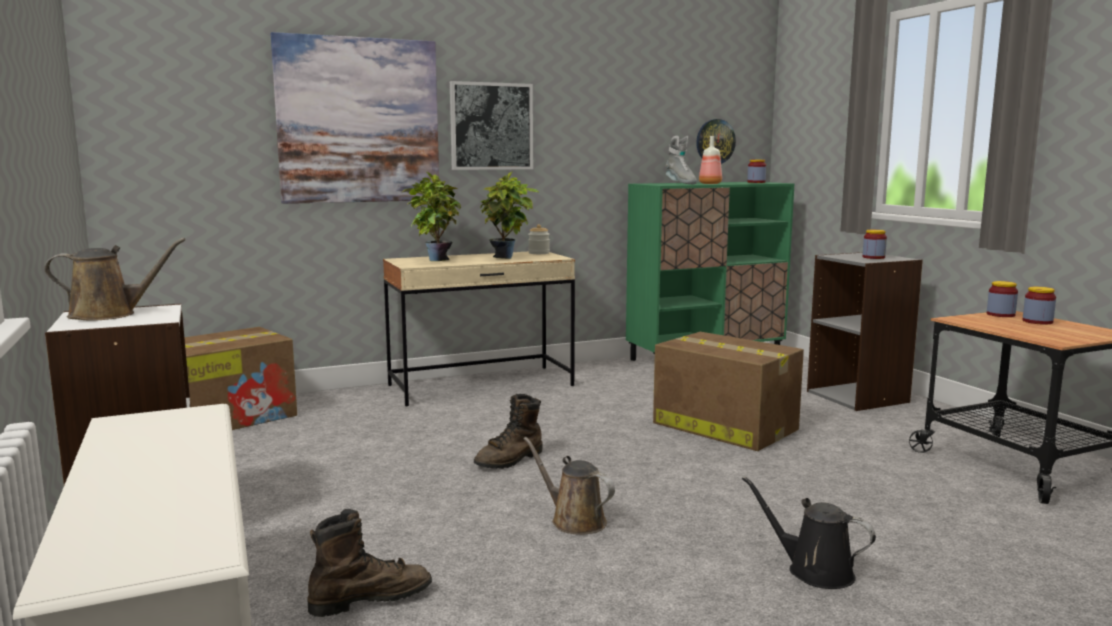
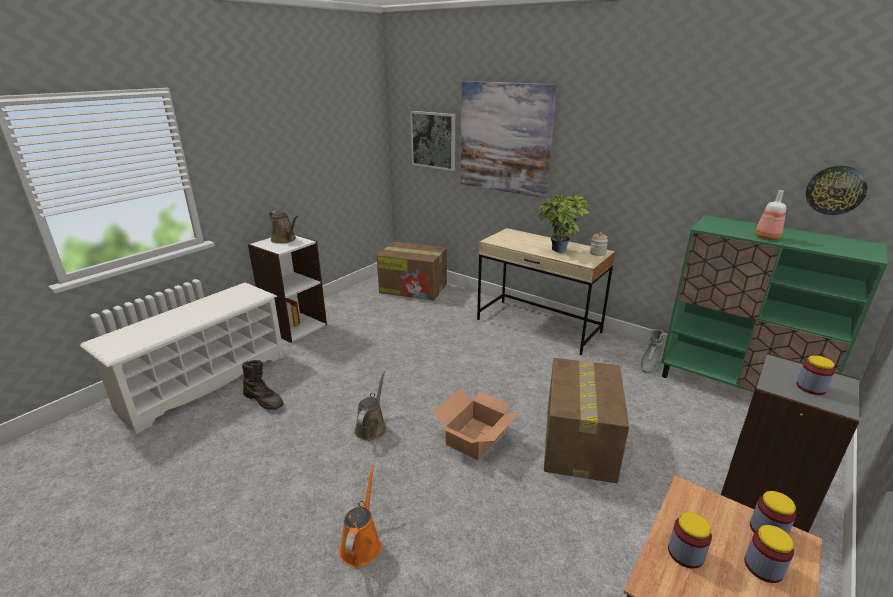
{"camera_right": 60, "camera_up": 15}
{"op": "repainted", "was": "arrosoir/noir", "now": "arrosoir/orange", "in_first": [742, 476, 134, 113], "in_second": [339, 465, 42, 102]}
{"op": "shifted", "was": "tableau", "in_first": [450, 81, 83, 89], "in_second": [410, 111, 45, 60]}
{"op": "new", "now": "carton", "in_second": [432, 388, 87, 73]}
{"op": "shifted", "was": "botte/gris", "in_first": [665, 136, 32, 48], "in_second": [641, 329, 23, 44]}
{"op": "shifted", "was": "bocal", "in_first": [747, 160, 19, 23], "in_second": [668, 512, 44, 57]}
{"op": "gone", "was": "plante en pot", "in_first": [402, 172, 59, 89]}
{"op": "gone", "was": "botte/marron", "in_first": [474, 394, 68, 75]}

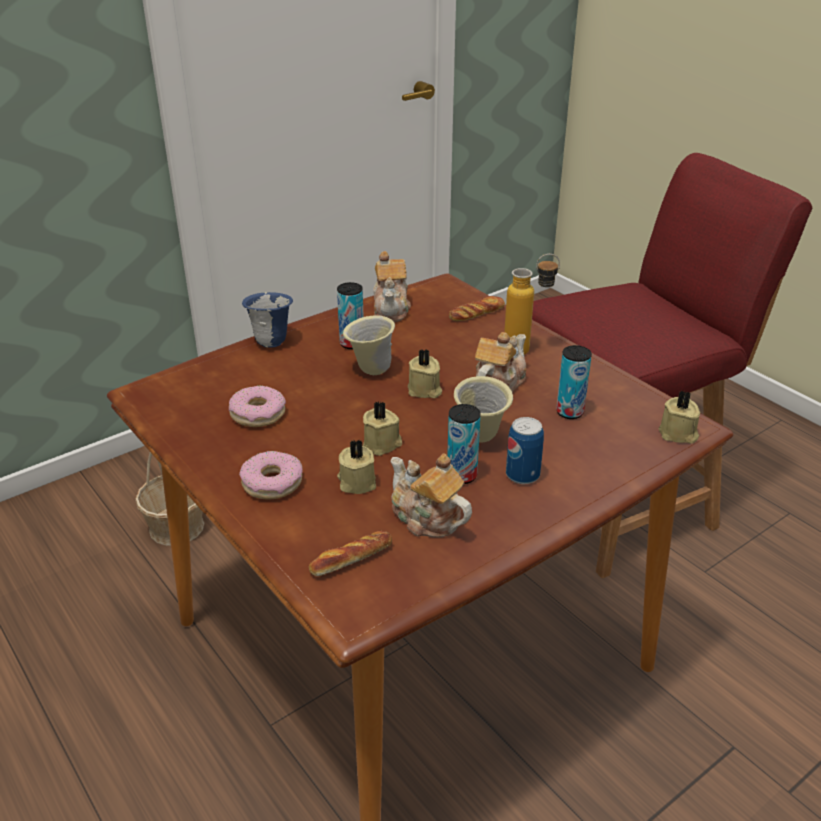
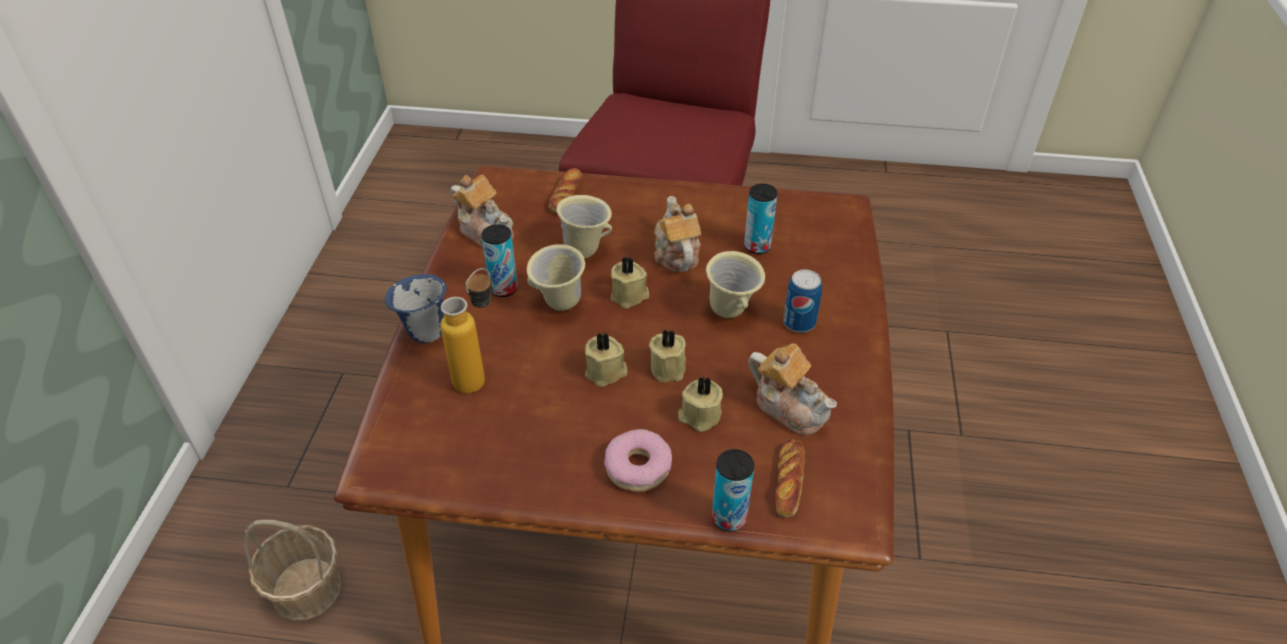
{"camera_right": -45, "camera_up": 10}
{"op": "shifted", "was": "bouteille", "in_first": [504, 254, 56, 101], "in_second": [440, 268, 52, 126]}
{"op": "new", "now": "mug/beige", "in_second": [556, 195, 56, 63]}
{"op": "shifted", "was": "bougie/beige", "in_first": [659, 391, 41, 53], "in_second": [585, 332, 42, 55]}
{"op": "shifted", "was": "boîte métallique", "in_first": [447, 404, 34, 80], "in_second": [712, 449, 42, 83]}
{"op": "rotated", "was": "théière", "in_first": [390, 453, 82, 85], "in_second": [748, 343, 89, 92], "clockwise": -135}
{"op": "gone", "was": "beignet", "in_first": [229, 386, 57, 41]}

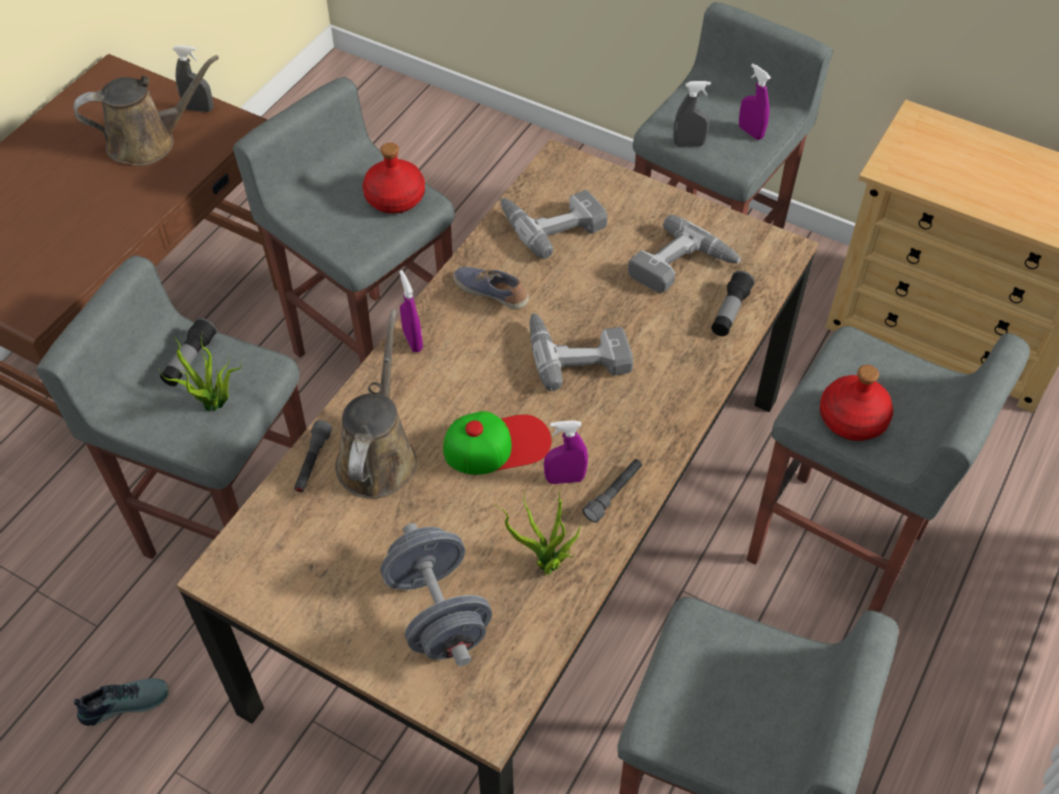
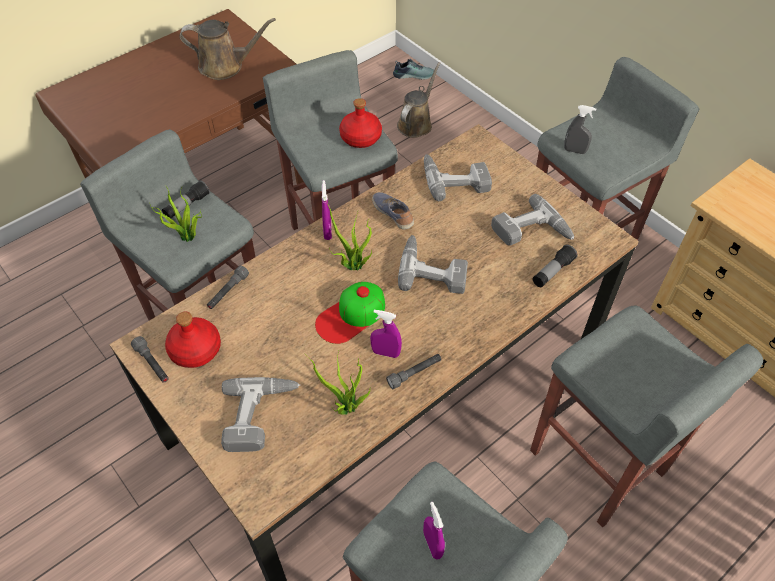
{"camera_right": 20, "camera_up": 0}
{"op": "new", "now": "lampe de poche/gris", "in_second": [131, 336, 38, 47]}
{"op": "shifted", "was": "bouteille/rouge", "in_first": [820, 365, 73, 76], "in_second": [165, 312, 56, 56]}
{"op": "swapped", "was": "haltère/gris", "now": "perceuse", "in_first": [380, 523, 112, 143], "in_second": [221, 377, 79, 75]}
{"op": "rotated", "was": "casquette", "in_first": [443, 411, 109, 64], "in_second": [315, 282, 70, 62], "clockwise": 135}
{"op": "new", "now": "plante en pot", "in_second": [327, 203, 45, 68]}
{"op": "shifted", "was": "chaussure", "in_first": [74, 678, 95, 48], "in_second": [393, 59, 41, 21]}
{"op": "shifted", "was": "arrosoir/marron", "in_first": [335, 310, 82, 189], "in_second": [397, 62, 43, 76]}
{"op": "shifted", "was": "vaporisateur/violet", "in_first": [739, 64, 32, 76], "in_second": [423, 502, 22, 57]}
{"op": "gone", "was": "vaporisateur/gris", "in_first": [173, 45, 40, 67]}

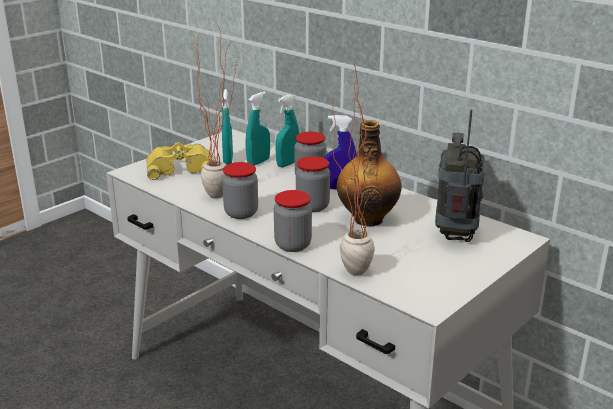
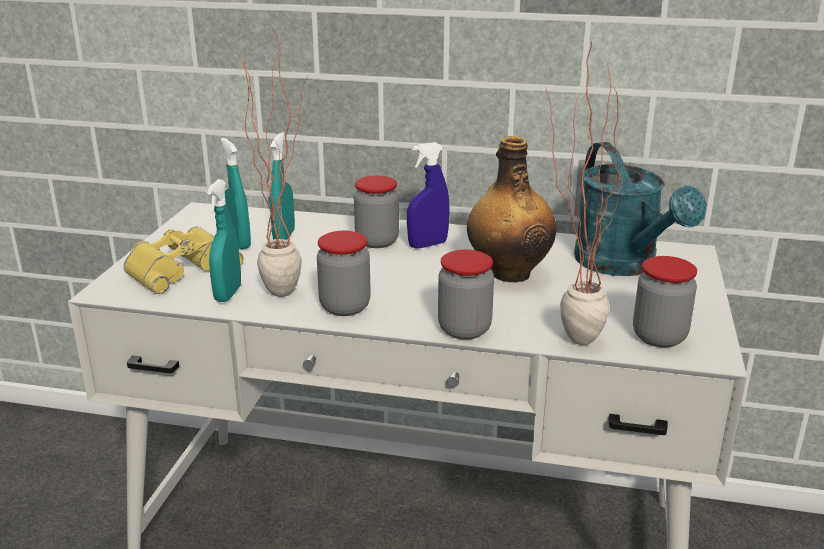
{"camera_right": -30, "camera_up": 0}
{"op": "shifted", "was": "vaporisateur/turquoise", "in_first": [276, 94, 23, 74], "in_second": [207, 179, 34, 123]}
{"op": "swapped", "was": "radio", "now": "arrosoir/turquoise", "in_first": [435, 110, 50, 132], "in_second": [574, 142, 133, 134]}
{"op": "shifted", "was": "bocal", "in_first": [296, 156, 34, 56], "in_second": [633, 256, 64, 91]}

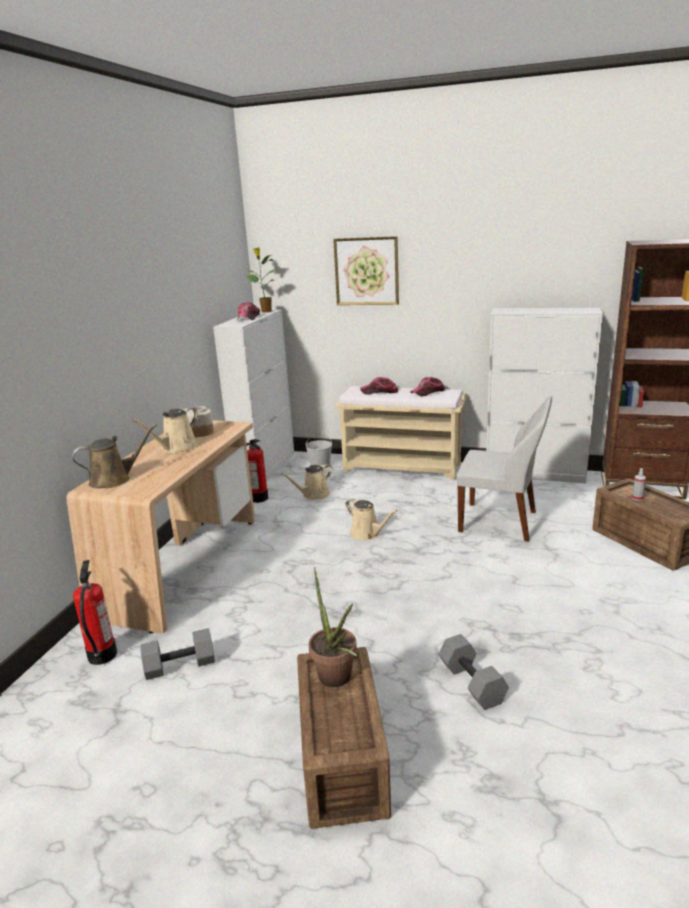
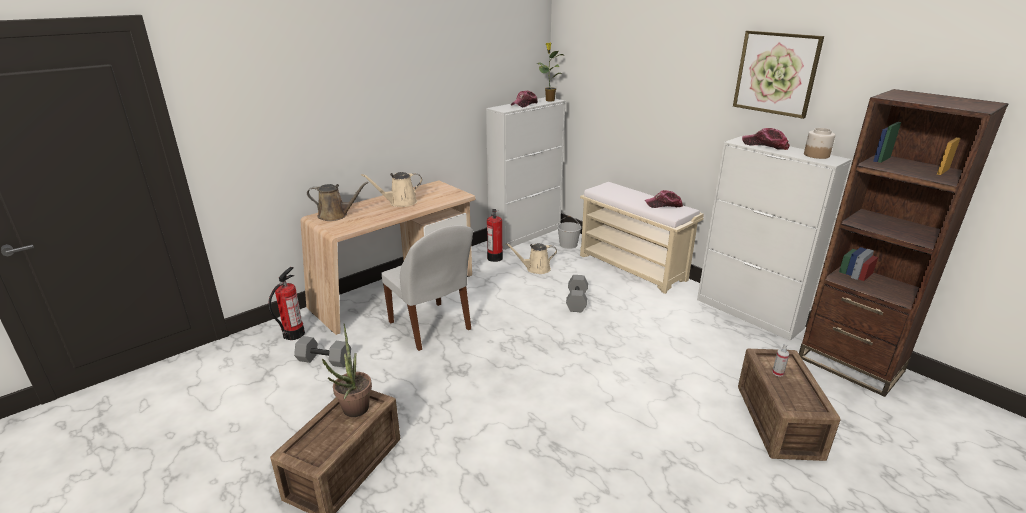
{"camera_right": 30, "camera_up": 5}
{"op": "shifted", "was": "chaise/blanc", "in_first": [457, 396, 95, 146], "in_second": [381, 225, 92, 126]}
{"op": "shifted", "was": "haltère/gris", "in_first": [438, 634, 71, 76], "in_second": [566, 275, 22, 37]}
{"op": "shifted", "was": "tableau", "in_first": [333, 236, 66, 69], "in_second": [733, 30, 91, 89]}
{"op": "shifted", "was": "casquette", "in_first": [360, 377, 38, 17], "in_second": [742, 128, 48, 22]}
{"op": "shifted", "was": "bocal", "in_first": [187, 406, 27, 31], "in_second": [804, 128, 31, 31]}
{"op": "gone", "was": "arrosoir/beige", "in_first": [346, 499, 52, 42]}

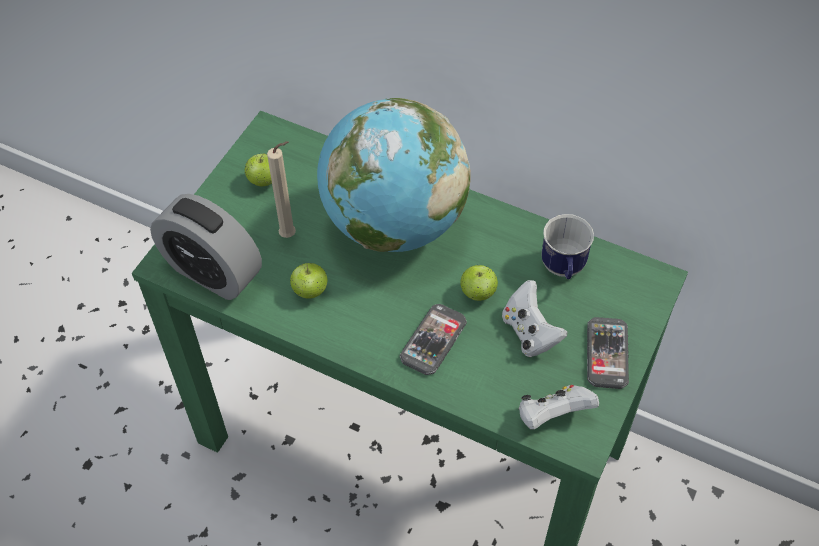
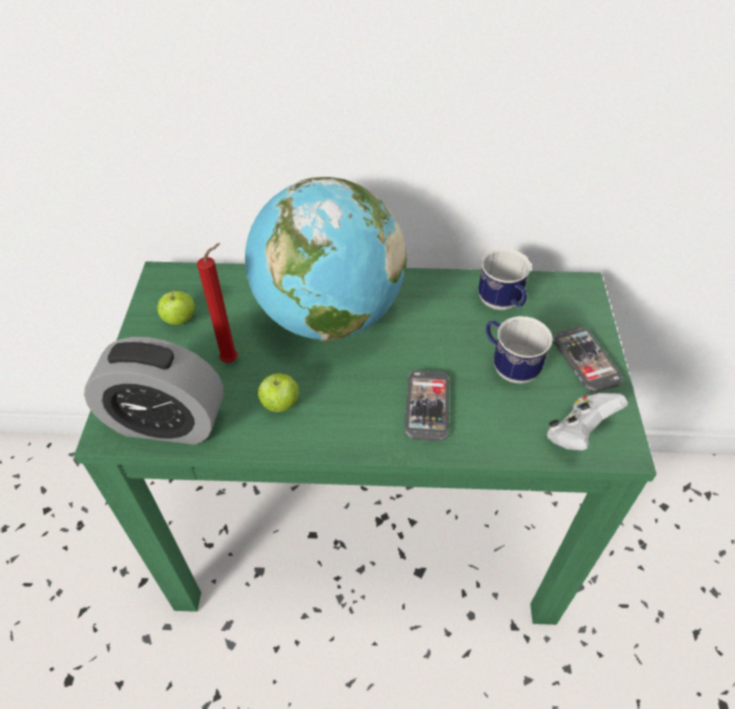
{"camera_right": -25, "camera_up": -5}
{"op": "repainted", "was": "bougie/beige", "now": "bougie/rouge", "in_first": [267, 141, 29, 97], "in_second": [197, 243, 41, 120]}
{"op": "swapped", "was": "manette/blanc", "now": "mug", "in_first": [502, 280, 66, 77], "in_second": [486, 316, 67, 67]}
{"op": "gone", "was": "pomme", "in_first": [461, 265, 37, 36]}

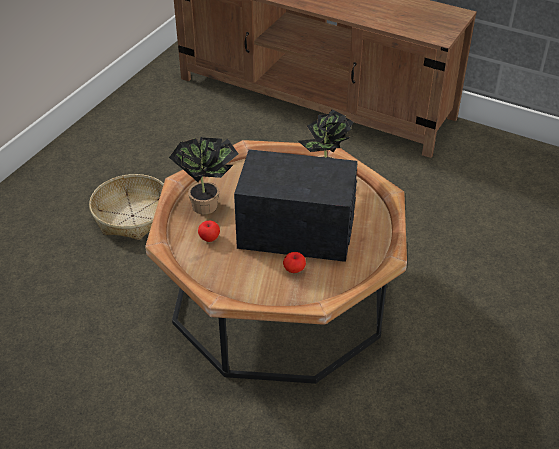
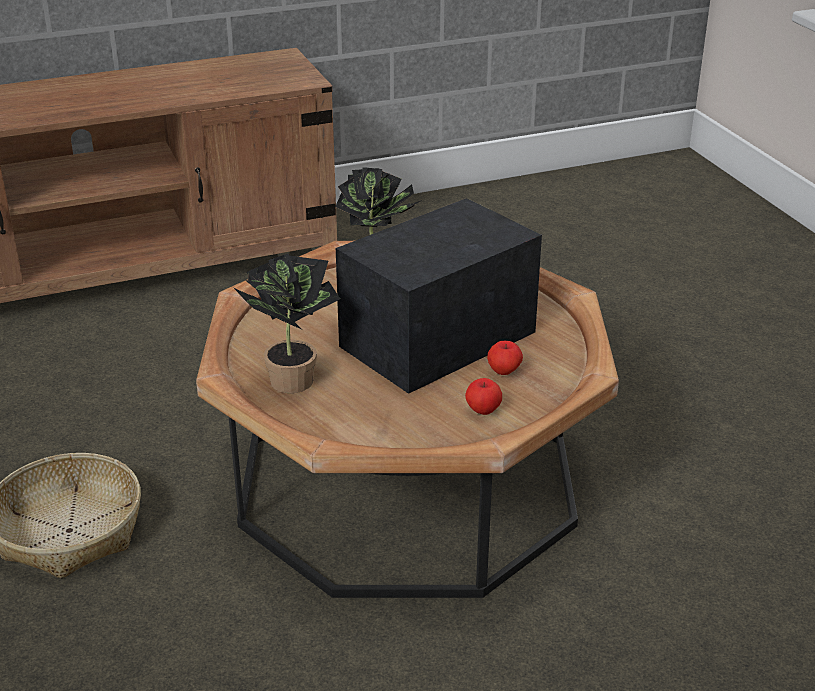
{"camera_right": -50, "camera_up": -10}
{"op": "shifted", "was": "pomme", "in_first": [198, 221, 22, 21], "in_second": [465, 378, 37, 37]}

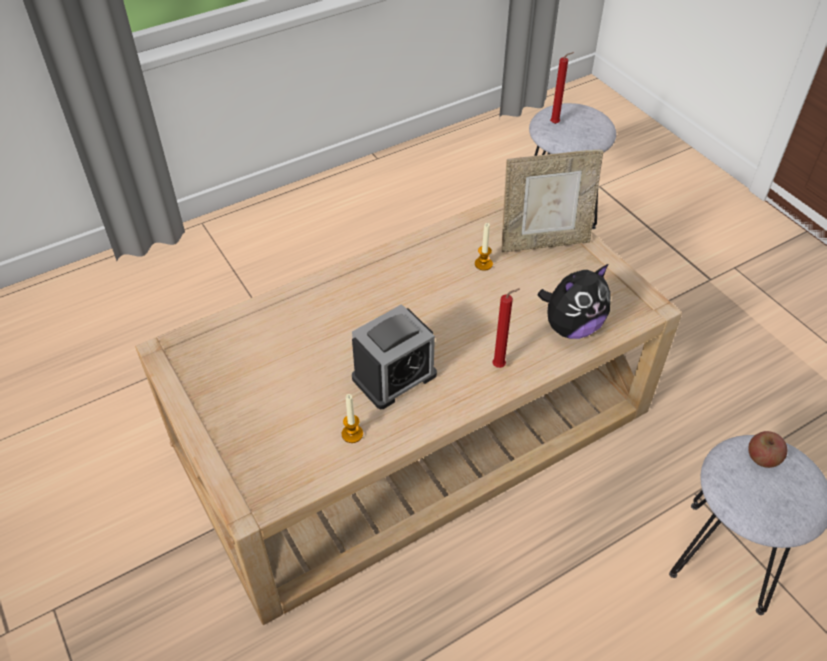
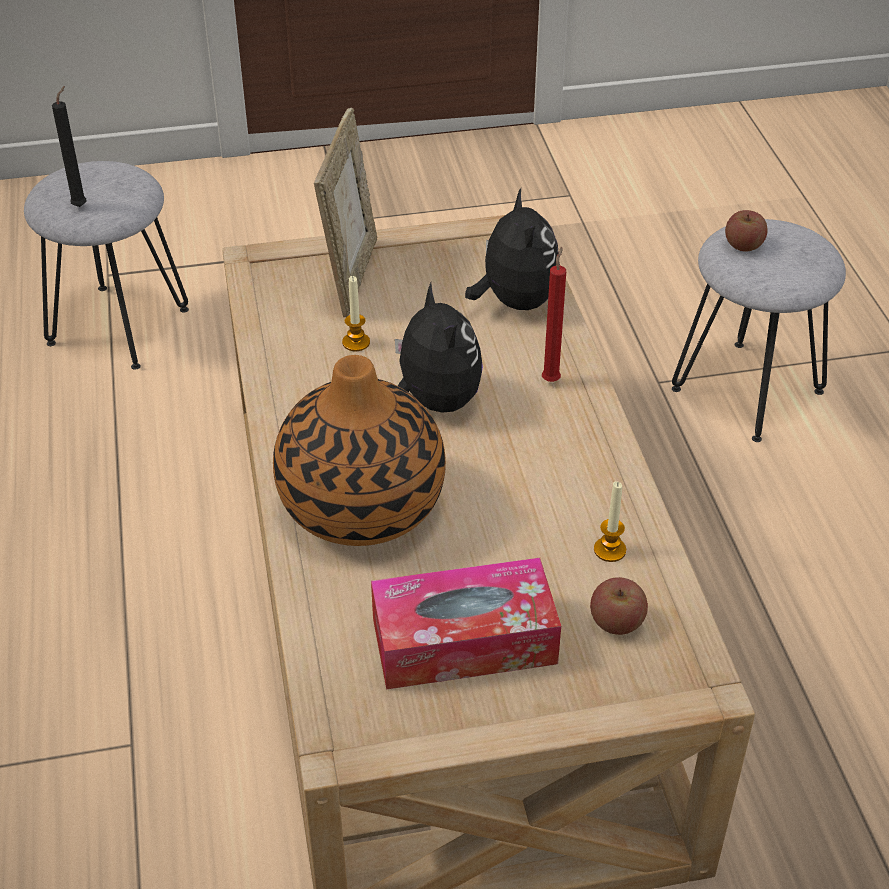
{"camera_right": -70, "camera_up": -5}
{"op": "repainted", "was": "bougie/rouge", "now": "bougie/noir", "in_first": [550, 52, 24, 72], "in_second": [52, 86, 35, 121]}
{"op": "new", "now": "vase", "in_second": [273, 355, 173, 191]}
{"op": "new", "now": "boîte à mouchoirs", "in_second": [371, 558, 190, 132]}
{"op": "new", "now": "peluche", "in_second": [395, 283, 88, 130]}
{"op": "new", "now": "pomme", "in_second": [590, 577, 58, 58]}
{"op": "gone", "was": "réveil", "in_first": [352, 304, 85, 105]}

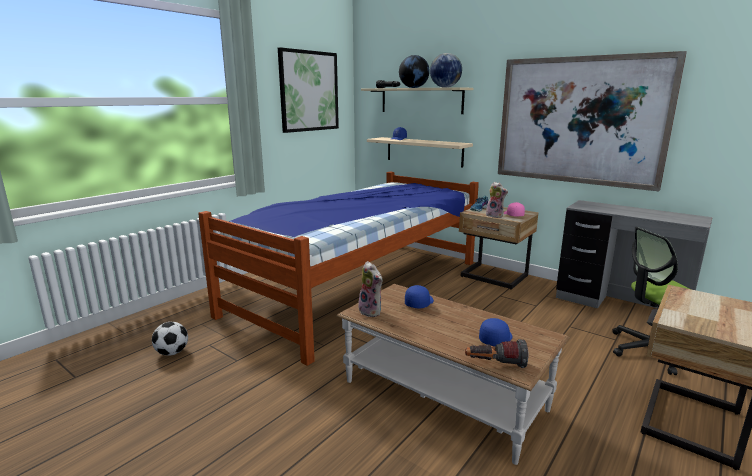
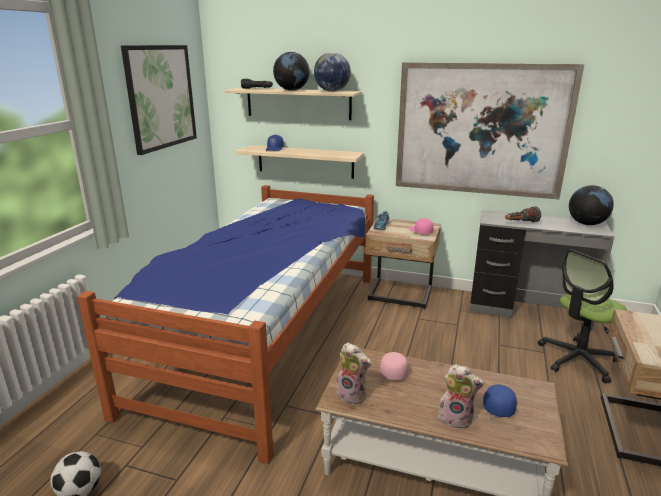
{"camera_right": -20, "camera_up": 5}
{"op": "repainted", "was": "casquette/bleu", "now": "casquette/rose", "in_first": [405, 285, 29, 24], "in_second": [380, 352, 28, 28]}
{"op": "shifted", "was": "peluche", "in_first": [486, 182, 22, 36], "in_second": [438, 364, 46, 65]}
{"op": "shifted", "was": "lampe de poche", "in_first": [465, 339, 64, 29], "in_second": [505, 206, 36, 17]}
{"op": "new", "now": "globe", "in_second": [569, 185, 45, 40]}

